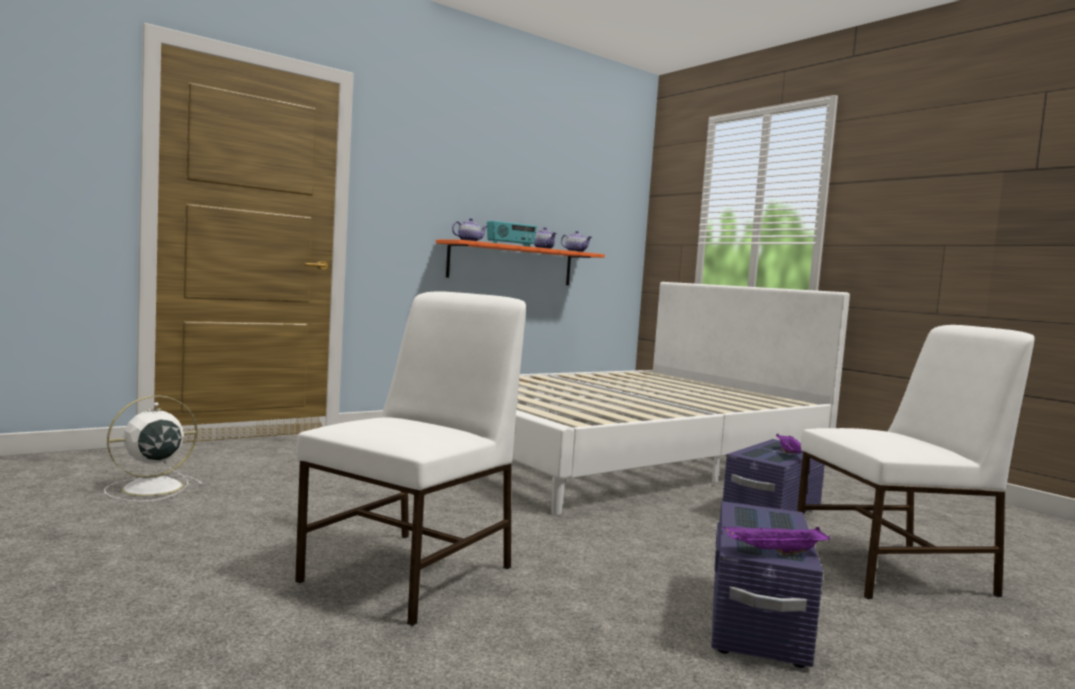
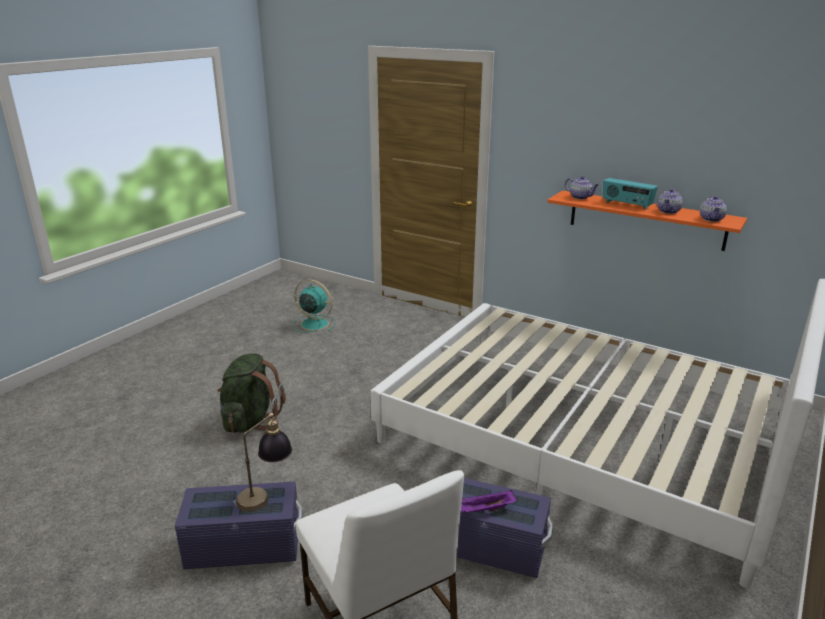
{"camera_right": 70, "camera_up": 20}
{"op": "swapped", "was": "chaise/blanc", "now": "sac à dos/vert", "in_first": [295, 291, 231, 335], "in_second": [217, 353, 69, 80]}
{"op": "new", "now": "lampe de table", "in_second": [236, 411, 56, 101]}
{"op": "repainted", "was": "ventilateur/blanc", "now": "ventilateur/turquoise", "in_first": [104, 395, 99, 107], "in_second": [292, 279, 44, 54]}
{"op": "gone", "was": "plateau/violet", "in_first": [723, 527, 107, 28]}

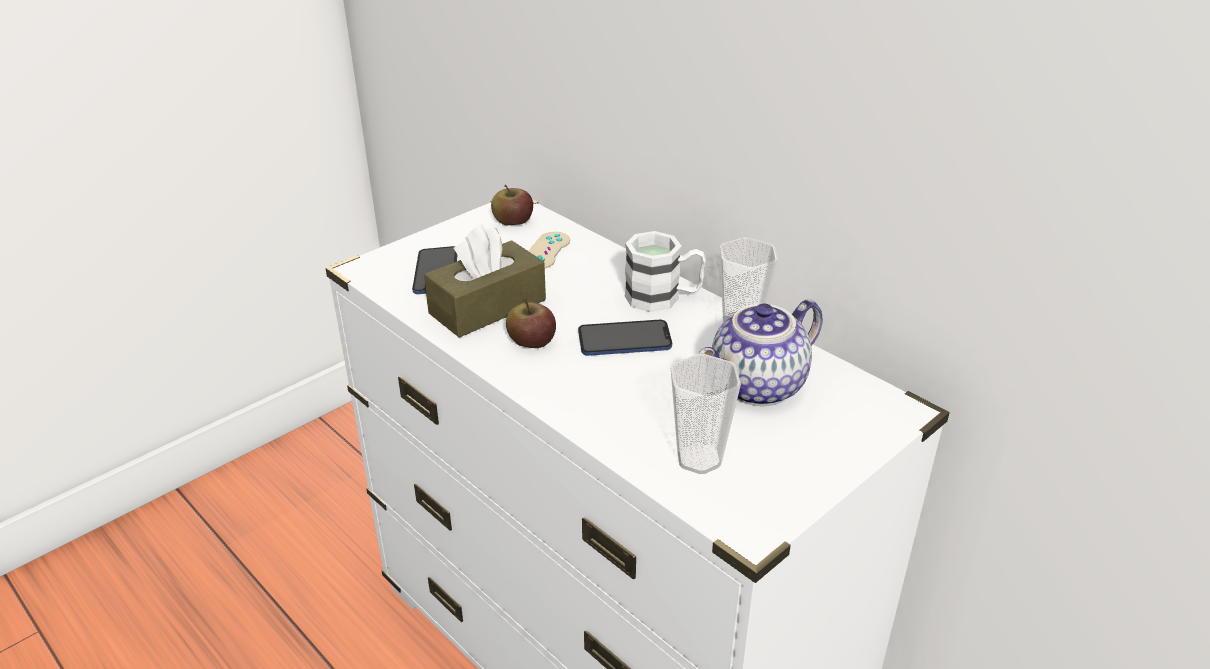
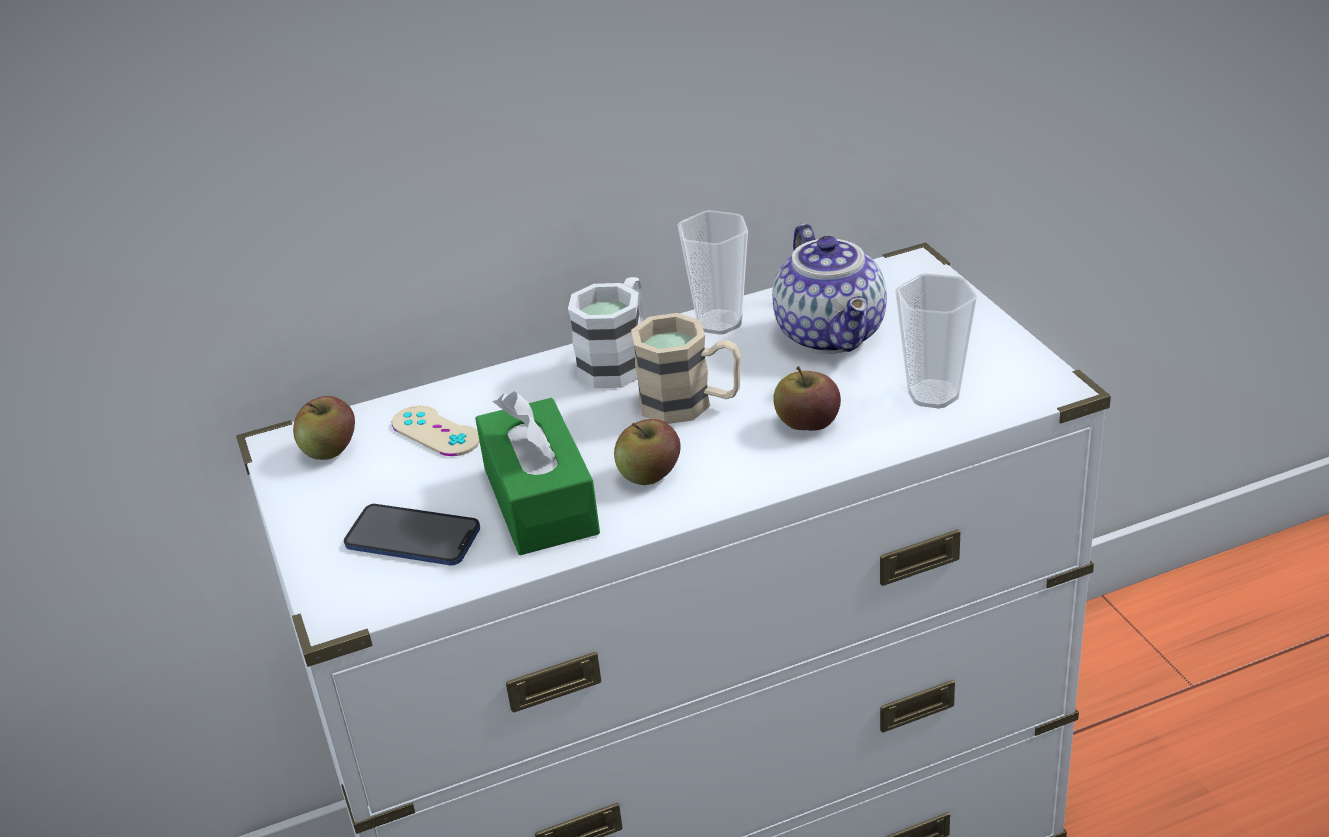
{"camera_right": -65, "camera_up": 0}
{"op": "repainted", "was": "boîte à mouchoirs/marron", "now": "boîte à mouchoirs/vert", "in_first": [424, 225, 122, 113], "in_second": [475, 391, 125, 164]}
{"op": "swapped", "was": "téléphone", "now": "mug/beige", "in_first": [578, 320, 94, 36], "in_second": [631, 313, 110, 111]}
{"op": "new", "now": "pomme", "in_second": [773, 366, 68, 65]}

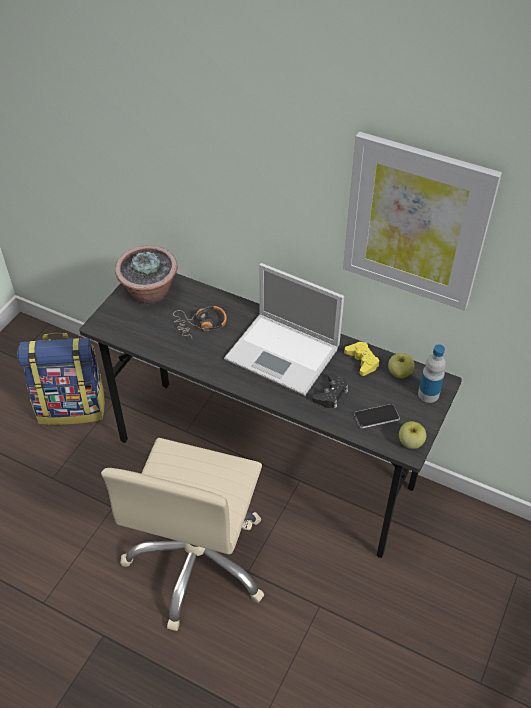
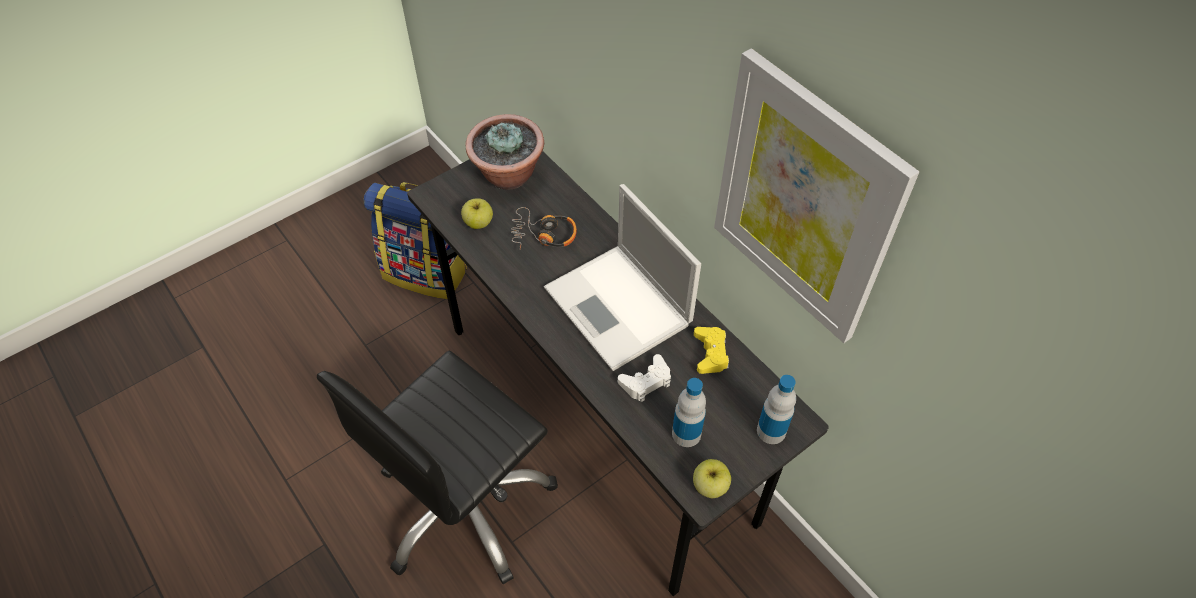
{"camera_right": 25, "camera_up": 5}
{"op": "repainted", "was": "chaise de bureau/beige", "now": "chaise de bureau/noir", "in_first": [101, 438, 163, 193], "in_second": [317, 351, 241, 233]}
{"op": "shifted", "was": "pomme", "in_first": [388, 353, 26, 25], "in_second": [461, 198, 32, 31]}
{"op": "repainted", "was": "manette/noir", "now": "manette/blanc", "in_first": [312, 373, 36, 36], "in_second": [618, 354, 53, 48]}
{"op": "swapped", "was": "téléphone", "now": "bouteille", "in_first": [354, 404, 46, 24], "in_second": [672, 378, 34, 69]}

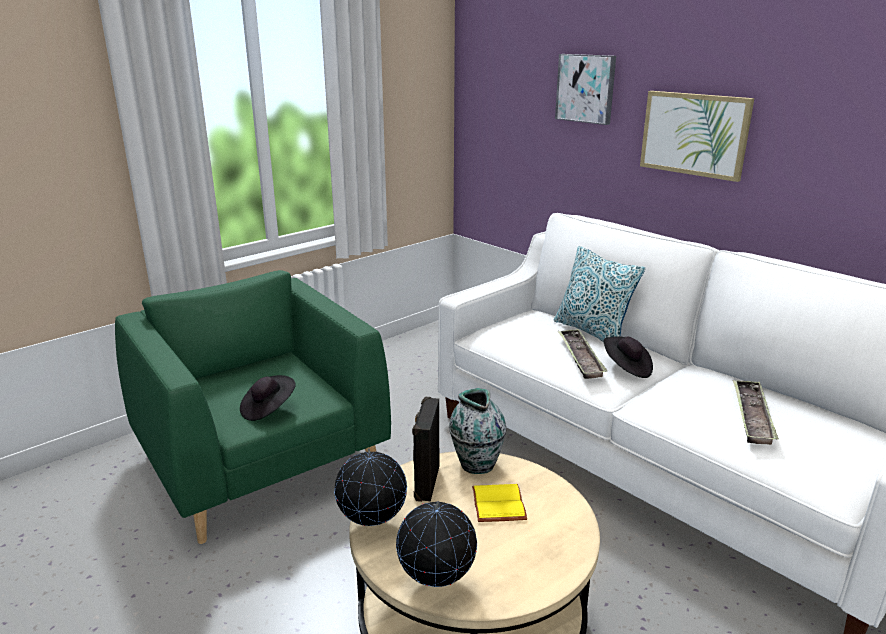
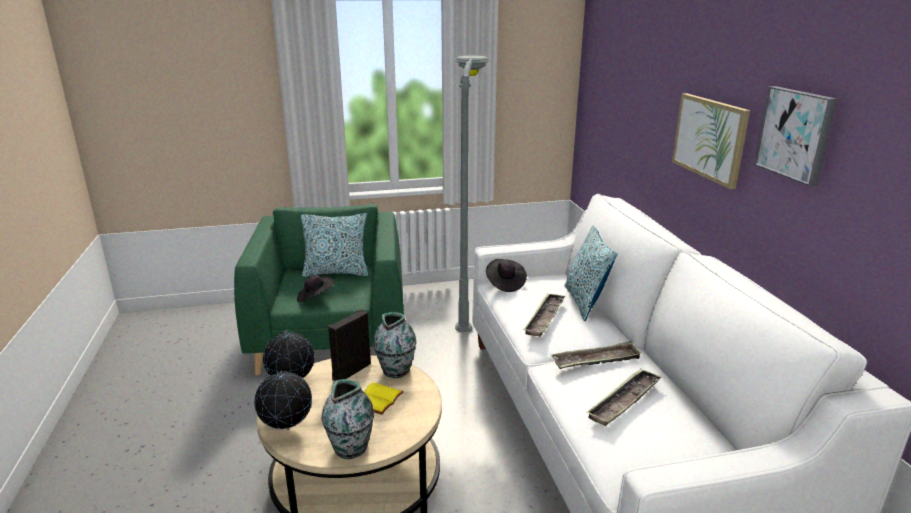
{"camera_right": 30, "camera_up": 0}
{"op": "new", "now": "coussin", "in_second": [301, 213, 67, 64]}
{"op": "new", "now": "vase", "in_second": [321, 379, 53, 80]}
{"op": "new", "now": "lampadaire/gris", "in_second": [454, 56, 36, 276]}
{"op": "shifted", "was": "chapeau/noir", "in_first": [604, 336, 49, 42], "in_second": [486, 259, 41, 33]}
{"op": "new", "now": "plateau", "in_second": [551, 341, 92, 28]}
{"op": "shifted", "was": "tableau", "in_first": [555, 54, 61, 71], "in_second": [754, 86, 84, 100]}

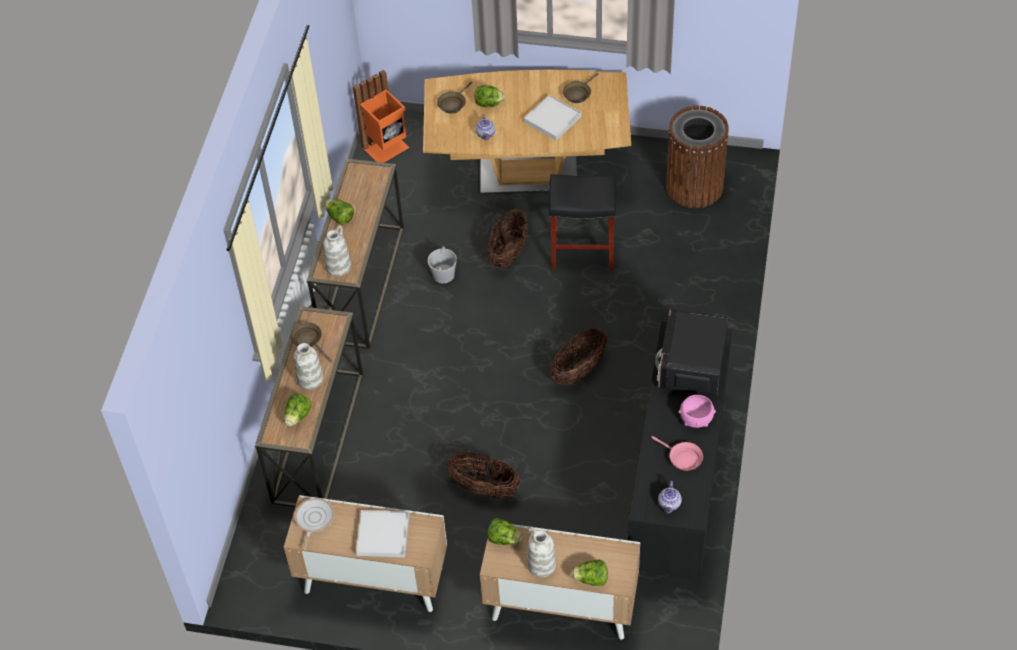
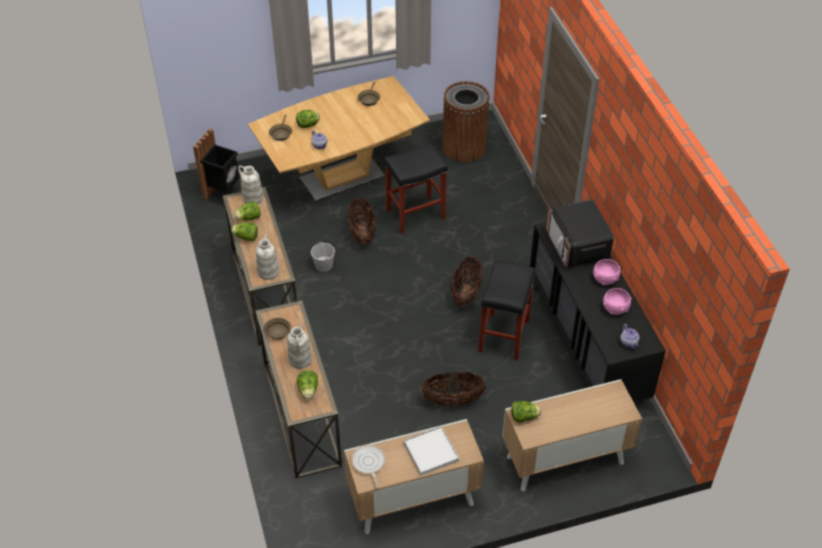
{"camera_right": -30, "camera_up": -5}
{"op": "repainted", "was": "poubelle/orange", "now": "poubelle/noir", "in_first": [353, 70, 56, 93], "in_second": [193, 128, 47, 79]}
{"op": "shifted", "was": "laitue", "in_first": [571, 560, 37, 26], "in_second": [234, 201, 27, 20]}
{"op": "shifted", "was": "vase/blanc", "in_first": [527, 526, 29, 51], "in_second": [238, 166, 25, 38]}
{"op": "new", "now": "tabouret/noir", "in_second": [478, 260, 57, 101]}
{"op": "swapped", "was": "poêle/rose", "now": "bol/rose", "in_first": [651, 436, 52, 35], "in_second": [603, 288, 29, 27]}
{"op": "gone", "was": "plateau/blanc", "in_first": [524, 95, 58, 45]}

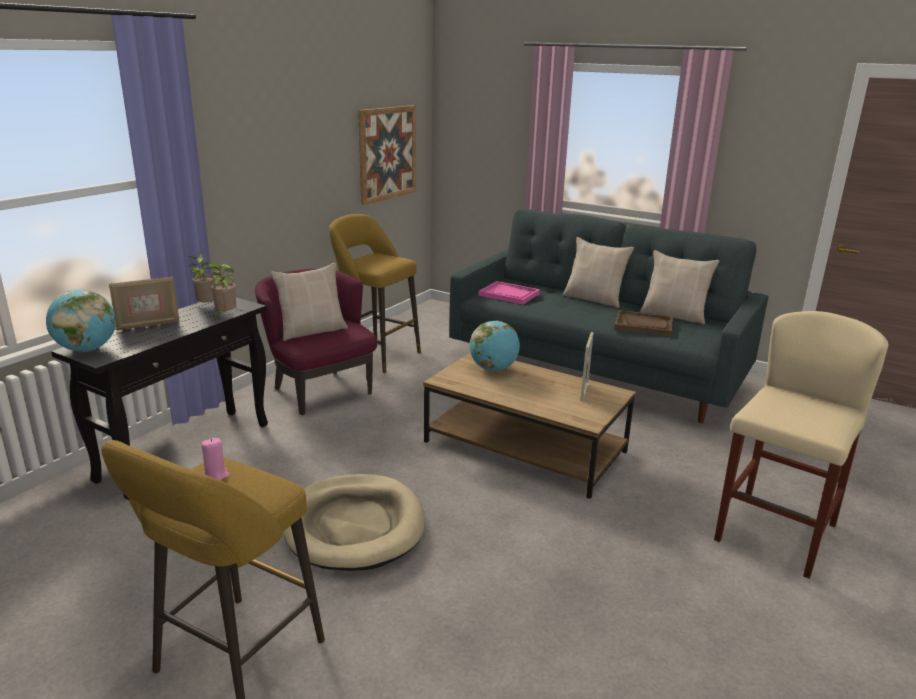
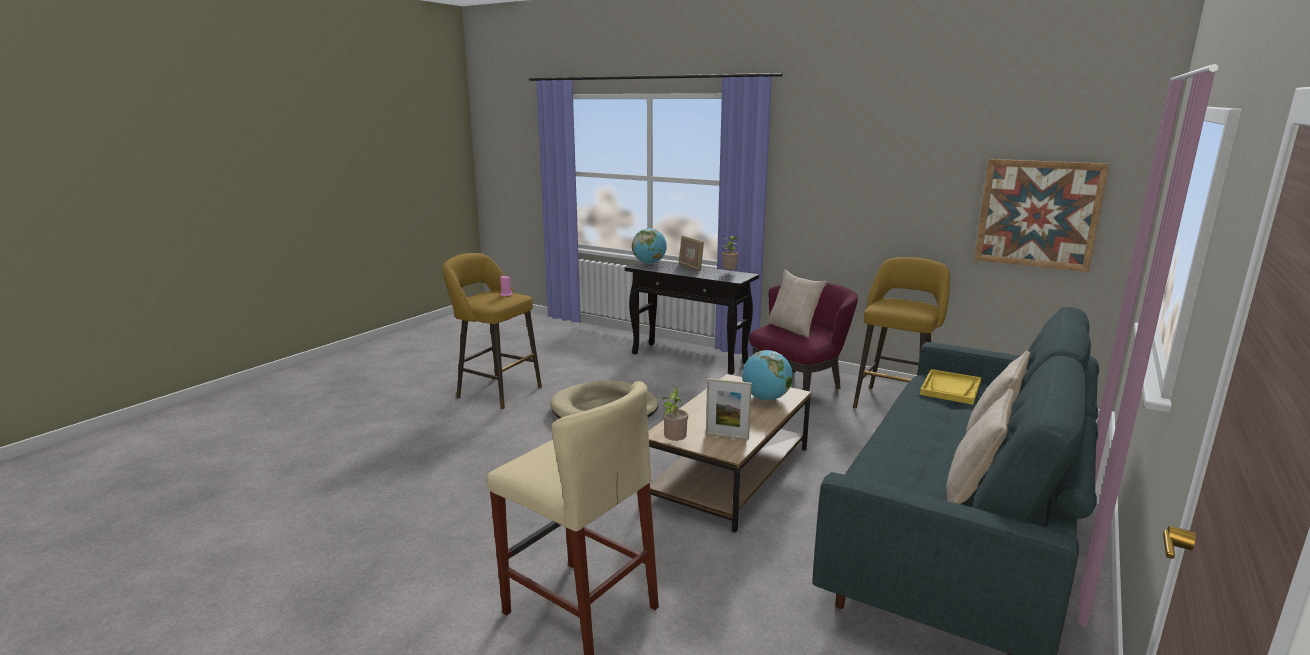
{"camera_right": 90, "camera_up": -5}
{"op": "shifted", "was": "plante en pot", "in_first": [204, 263, 32, 55], "in_second": [662, 387, 26, 54]}
{"op": "repainted", "was": "plateau/rose", "now": "plateau/jaune", "in_first": [479, 281, 61, 24], "in_second": [920, 369, 61, 36]}
{"op": "gone", "was": "plateau/marron", "in_first": [614, 310, 59, 26]}

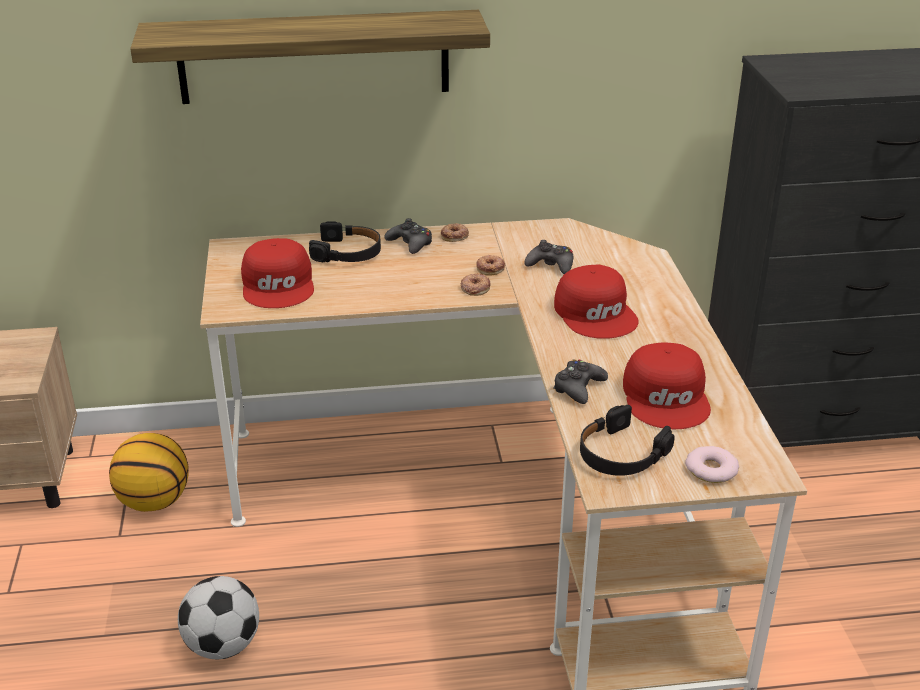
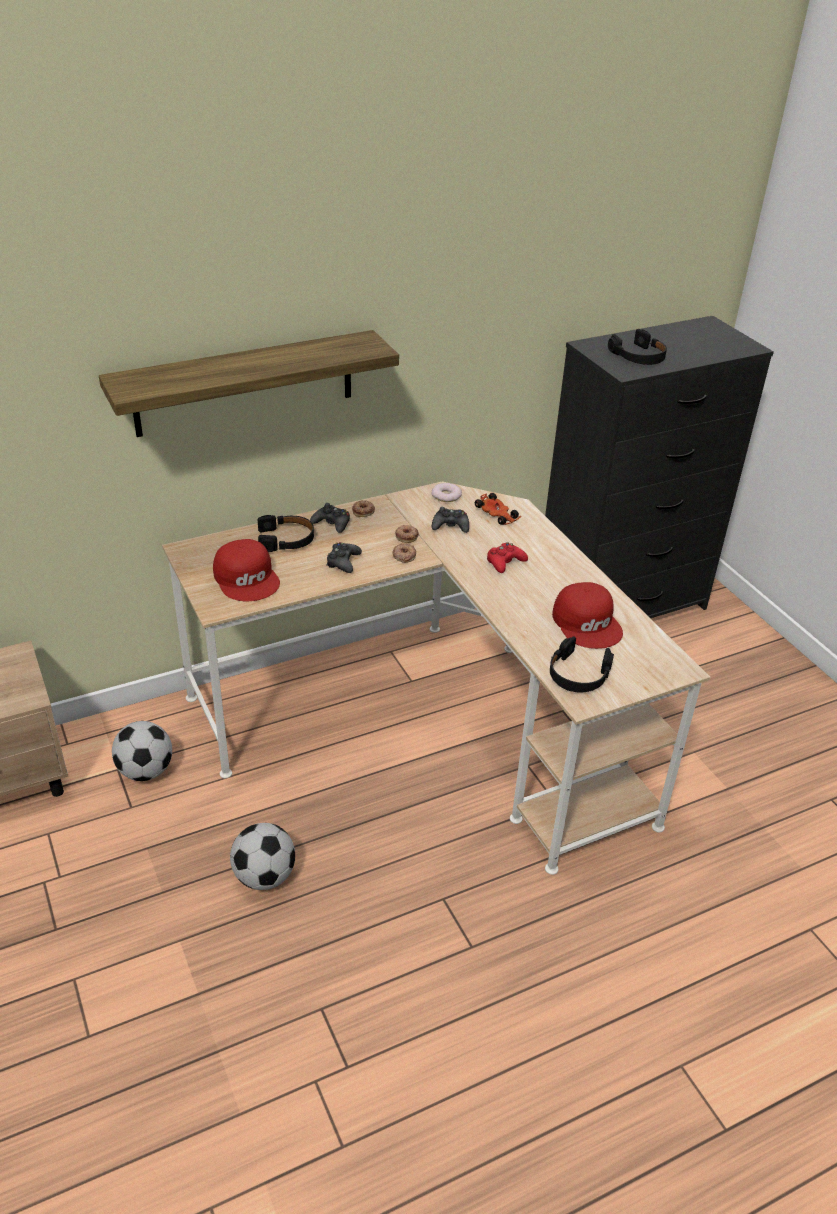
{"camera_right": -20, "camera_up": 5}
{"op": "swapped", "was": "ballon de basket", "now": "ballon de foot", "in_first": [109, 433, 80, 79], "in_second": [112, 721, 60, 60]}
{"op": "shifted", "was": "manette/noir", "in_first": [554, 359, 54, 45], "in_second": [326, 542, 36, 31]}
{"op": "shifted", "was": "beignet", "in_first": [685, 446, 54, 37], "in_second": [431, 483, 31, 19]}
{"op": "new", "now": "petite voiture", "in_second": [475, 493, 46, 32]}
{"op": "swapped", "was": "casquette/rouge", "now": "manette/rouge", "in_first": [554, 265, 84, 74], "in_second": [487, 542, 41, 31]}
{"op": "new", "now": "casque audio/noir", "in_second": [608, 329, 59, 36]}

